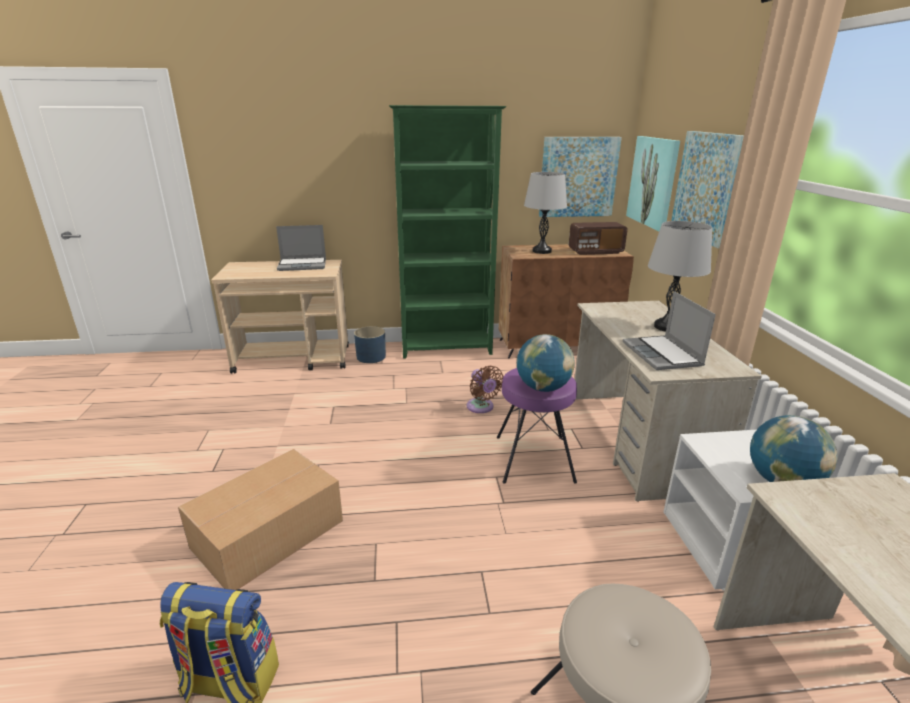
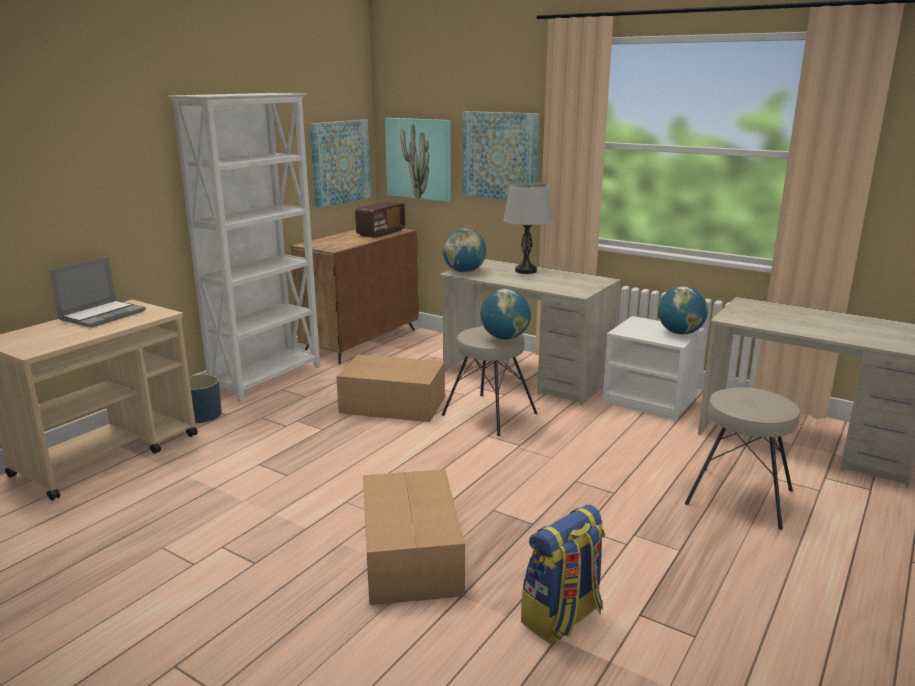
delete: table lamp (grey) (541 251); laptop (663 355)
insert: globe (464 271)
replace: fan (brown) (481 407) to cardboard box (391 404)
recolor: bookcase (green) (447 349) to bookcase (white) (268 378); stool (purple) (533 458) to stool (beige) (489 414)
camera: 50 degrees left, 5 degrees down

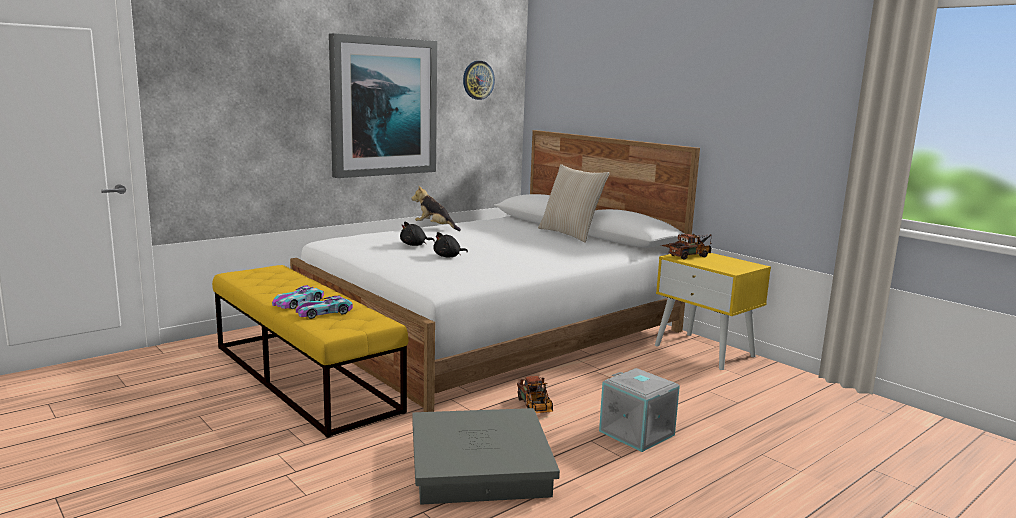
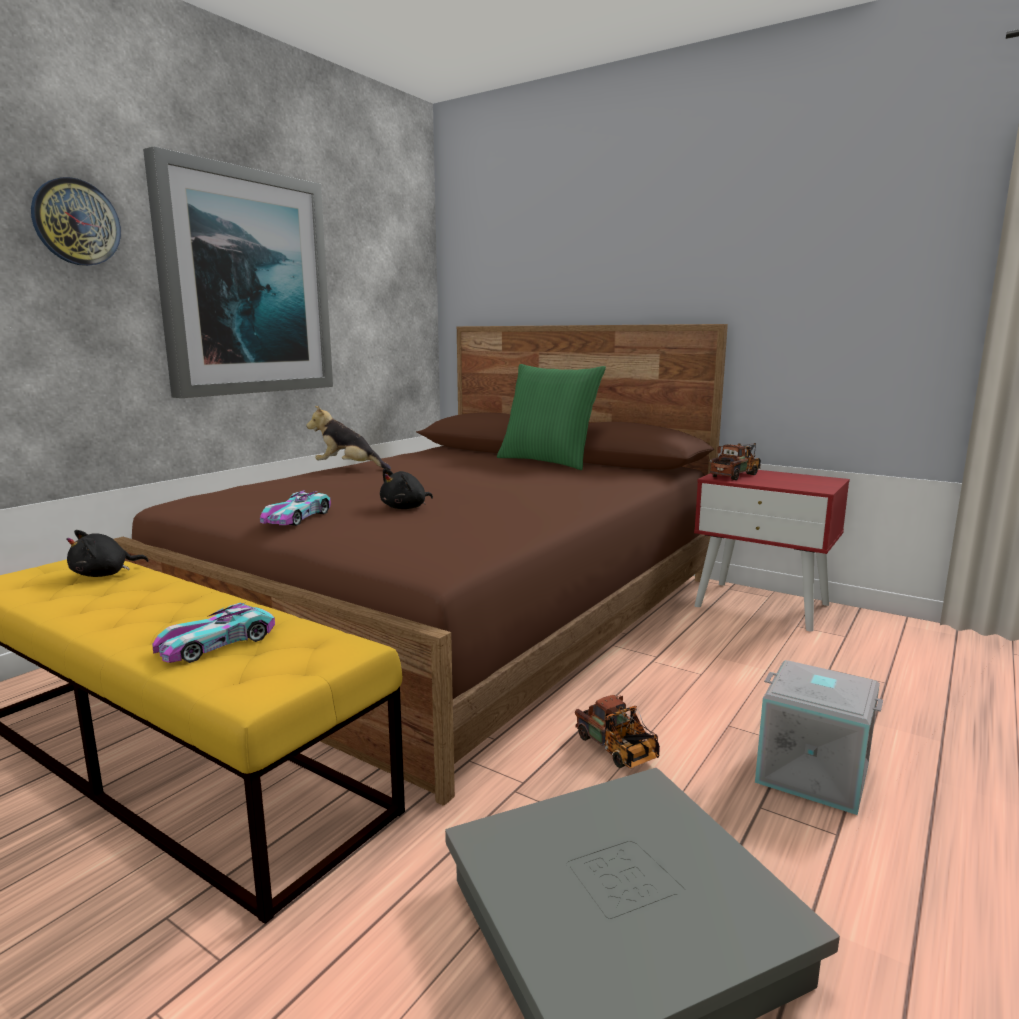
move: wall clock (478 80) to (76 222); plush toy (black) (415 245) to (104 574); toy car (298 303) to (297 517)
recolor: bed (white) (493 330) to bed (brown) (460 614); pillow (beige) (570 234) to pillow (green) (548 462); nightstand (yellow) (705 351) to nightstand (red) (763 605)
camera: 15 degrees left, 0 degrees up

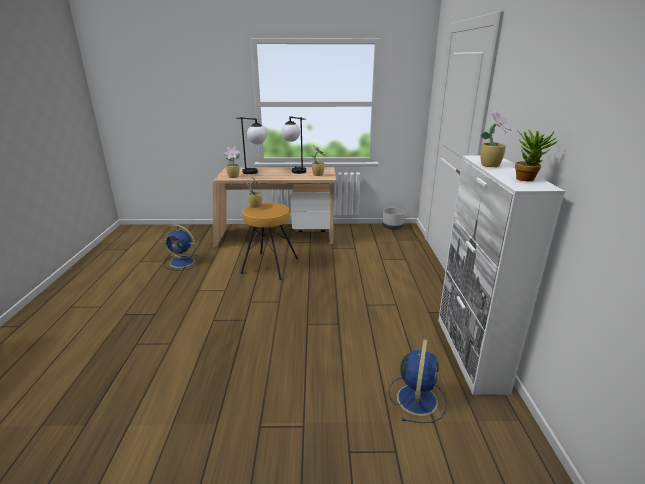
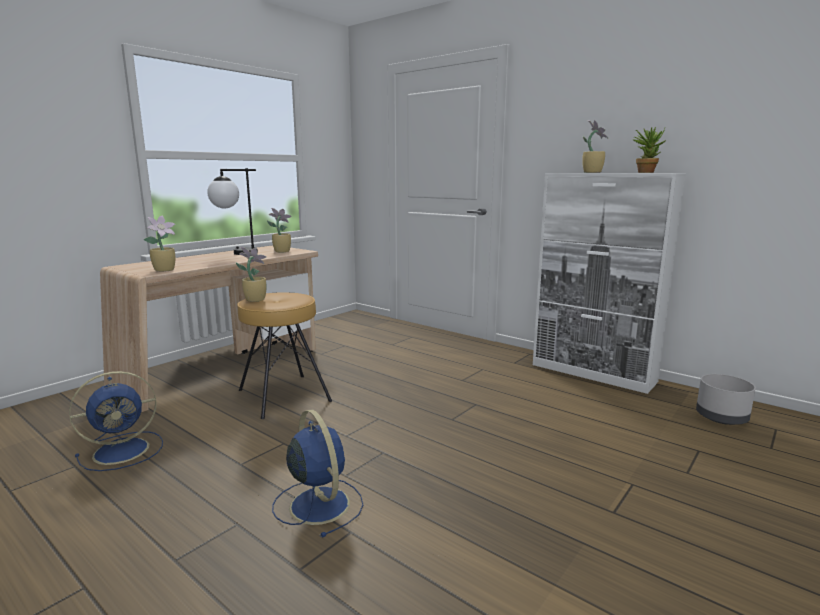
delete: table lamp (255 172)
move: fan (blue) (417 398) to (318 503); planter (grey) (392 227) to (722 417)
camera: 50 degrees left, 10 degrees down

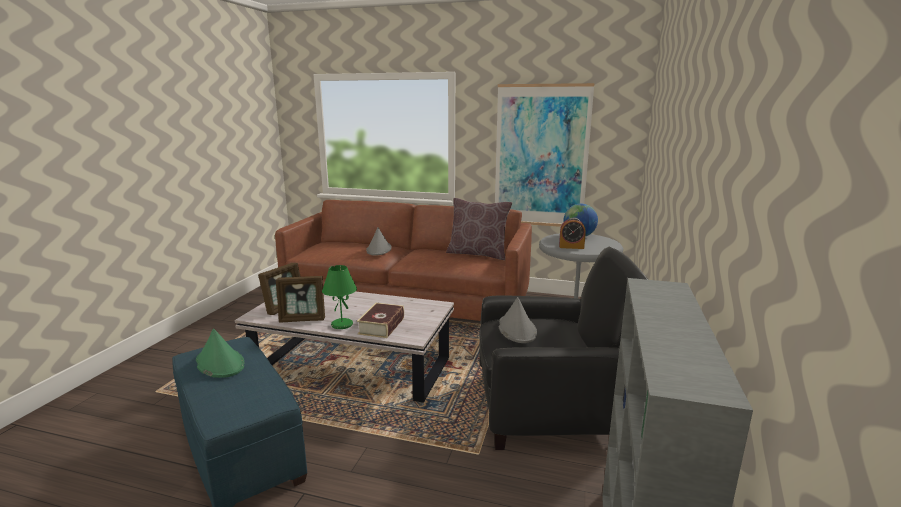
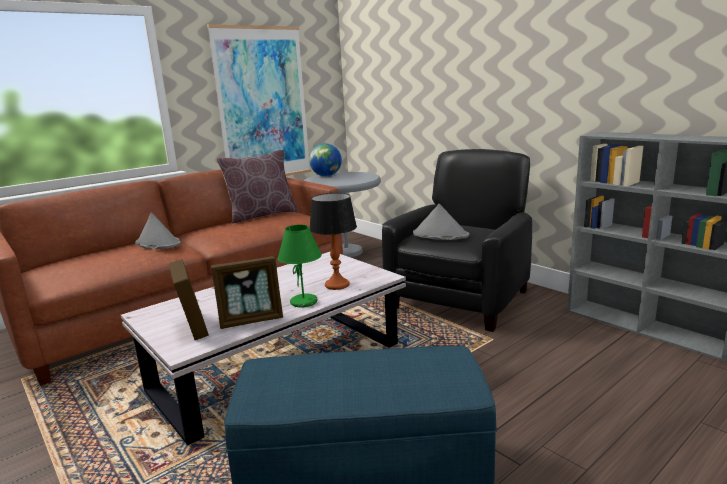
delete: hat (green) (219 363); alarm clock (571 247)
replace: book (381 326) to table lamp (337 285)
rotate: picture frame (303 319) = (251 320) 45 degrees clockwise
camera: 55 degrees left, 0 degrees up

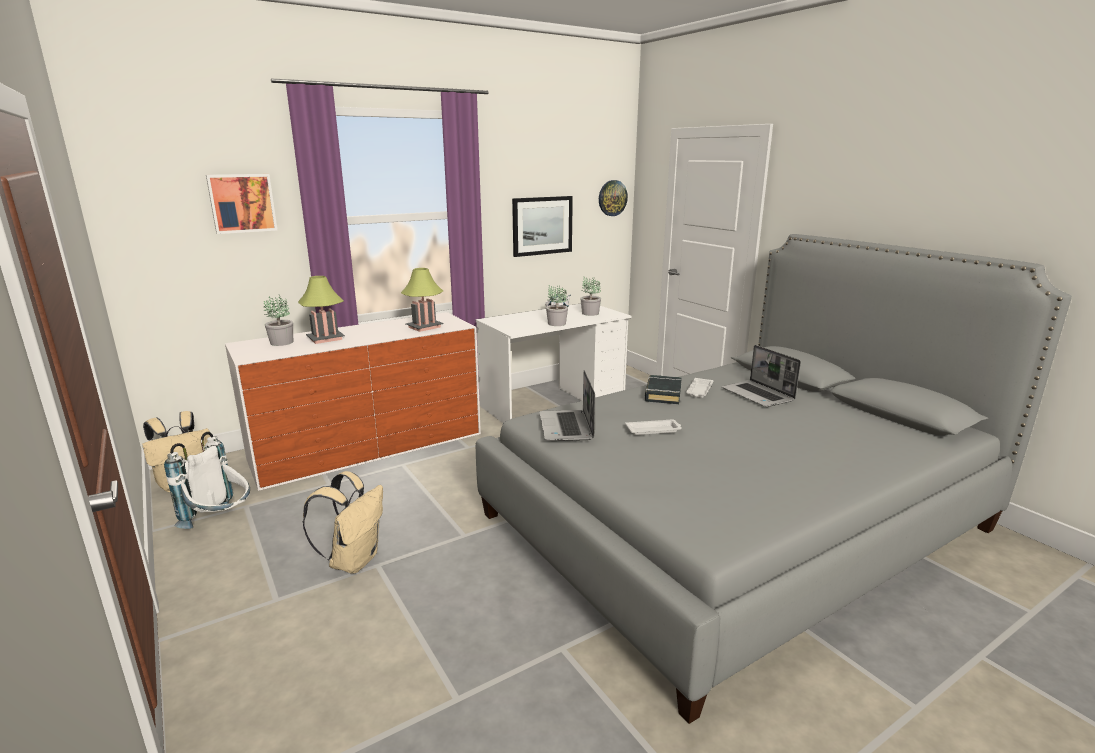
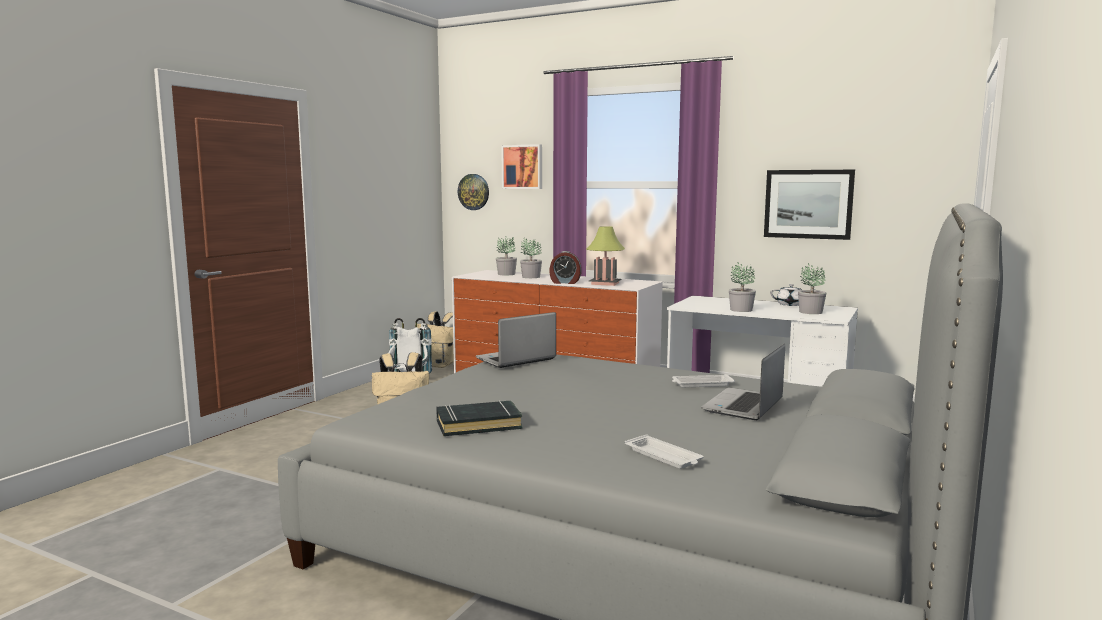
insert: alarm clock (565 282)
move: book (black) (663 393) to (478 424); wall clock (612 198) to (473 192); tray (white) (654 430) to (664 457)
replace: table lamp (325 339) to potted plant (530 277)
camera: 60 degrees right, 10 degrees down

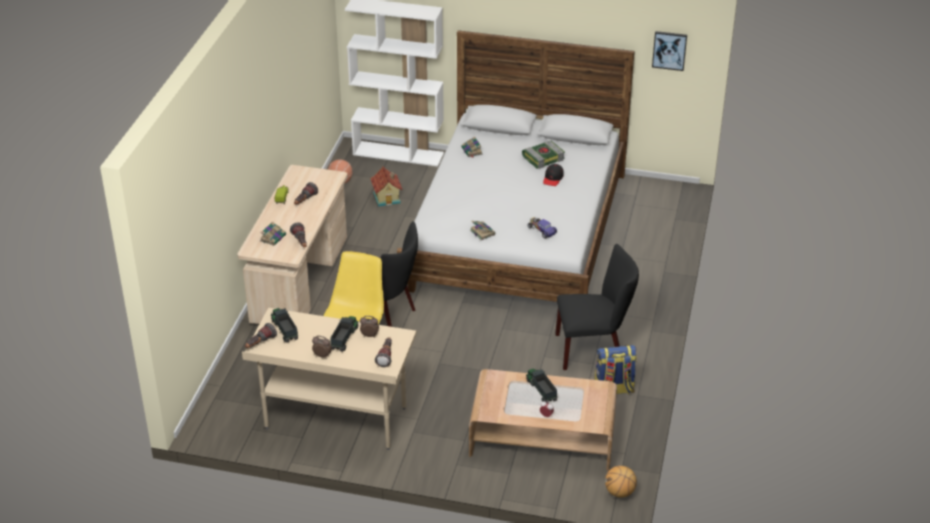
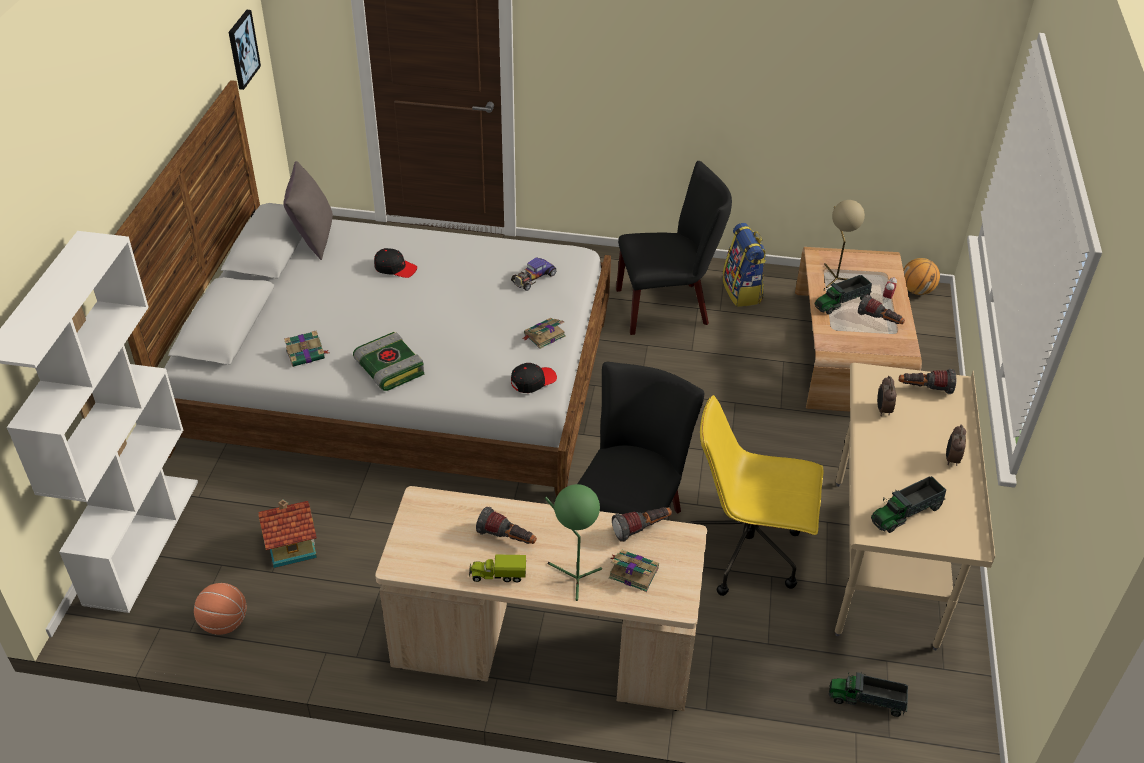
insert: pillow (grey) (313 239); cap (black) (533 381); table lamp (green) (573 577); table lamp (beige) (834 277)
move: book (543 158) to (388 368); toy truck (344 338) to (867 701); flashlight (260 343) to (880 320)
rotate: chair (black) (594 349) = (668 307) 90 degrees clockwise
camera: 95 degrees left, 5 degrees up

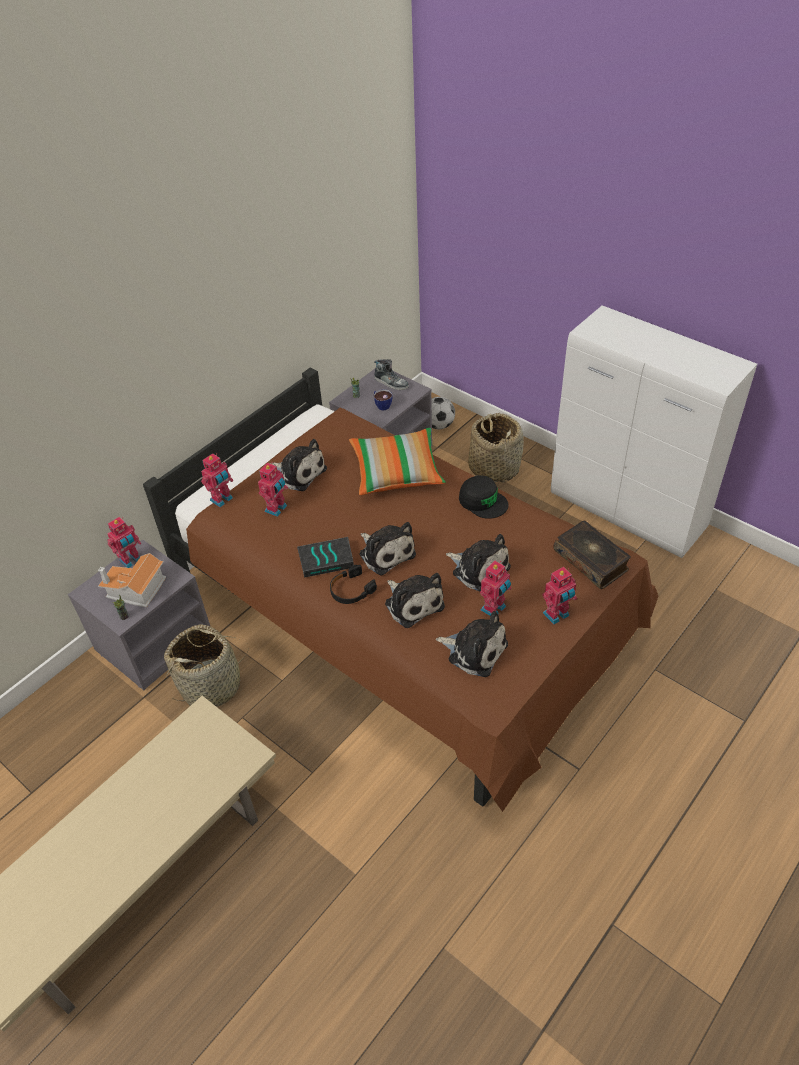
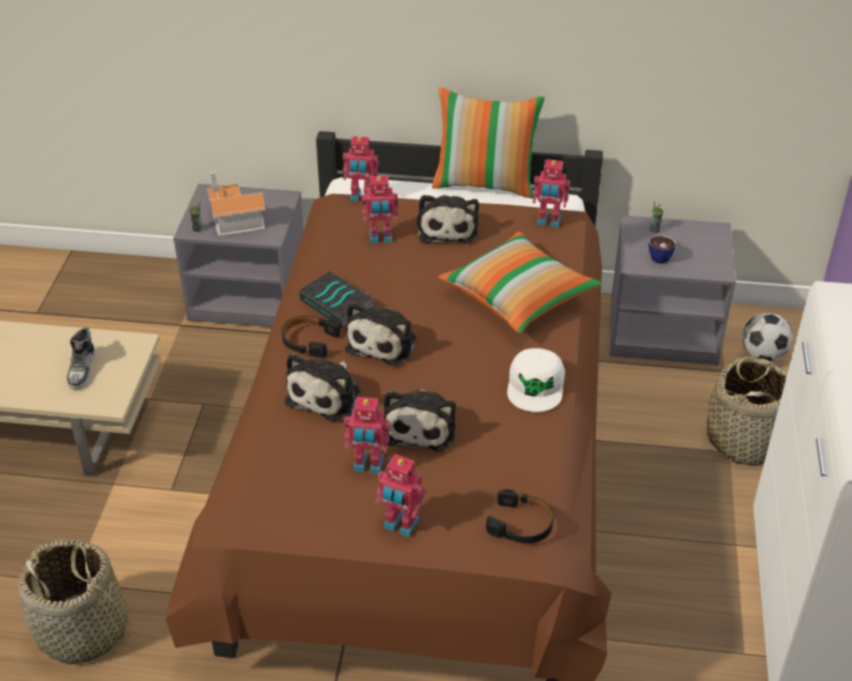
delete: plush toy (474 650)
insert: pillow (485 184)
move: basket (212 685) to (83 631); shoe (391 383) to (82 369); toy robot (131 561) to (548 221)
replace: book (591 560) to headphones (black) (521 524)
recolor: cap (black) (483 501) to cap (white) (536 386)
camera: 55 degrees right, 5 degrees down

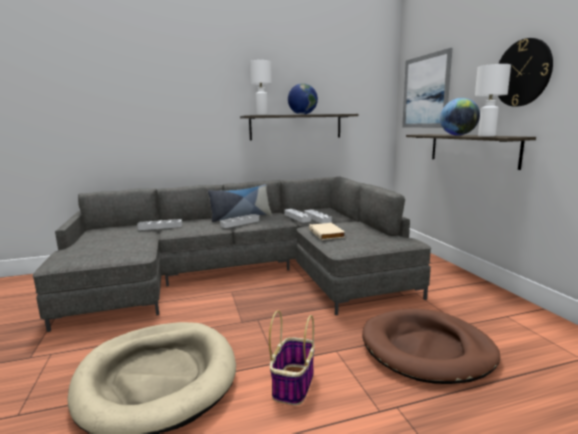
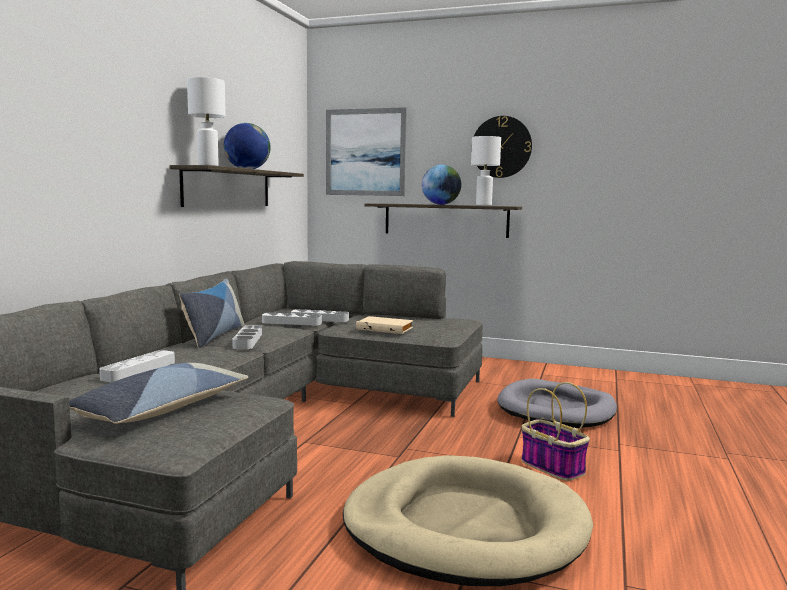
insert: pillow (161 408)
recolor: dog bed (brown) (427 349) to dog bed (grey) (556 409)
camera: 55 degrees left, 5 degrees down

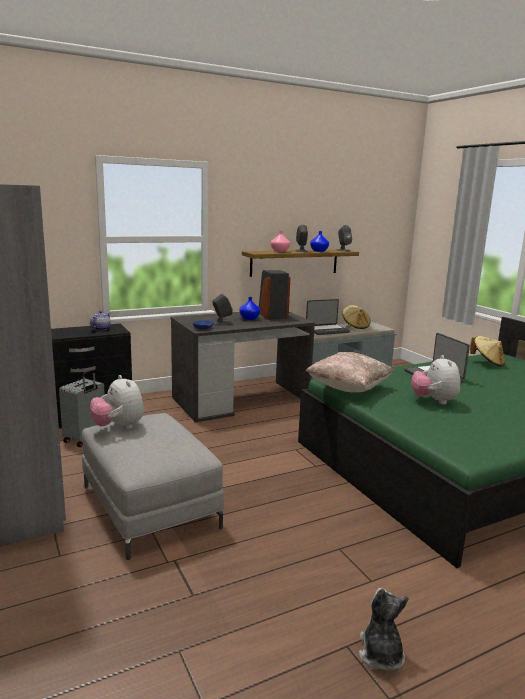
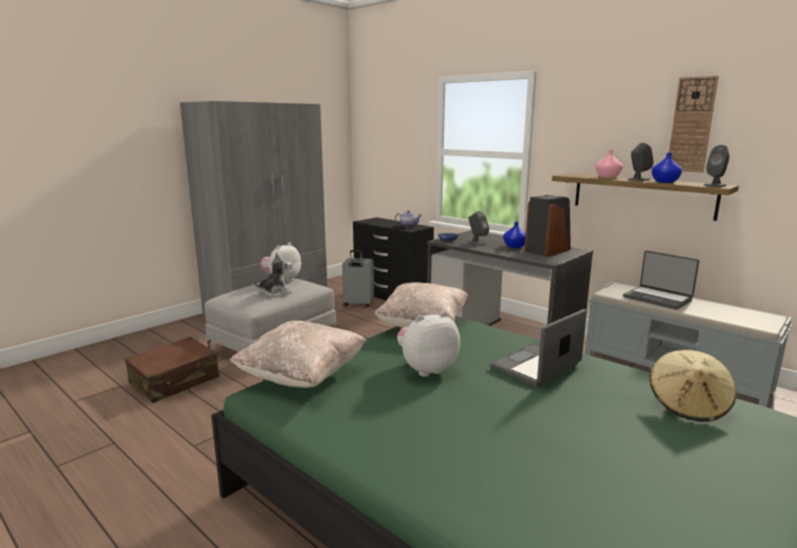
delete: hat (beige) (355 326)
insert: suitcase (brown) (175 381); pillow (beige) (302 376); wall clock (691 125)
move: plush toy (380 654) to (275 292)
camera: 70 degrees right, 0 degrees up

